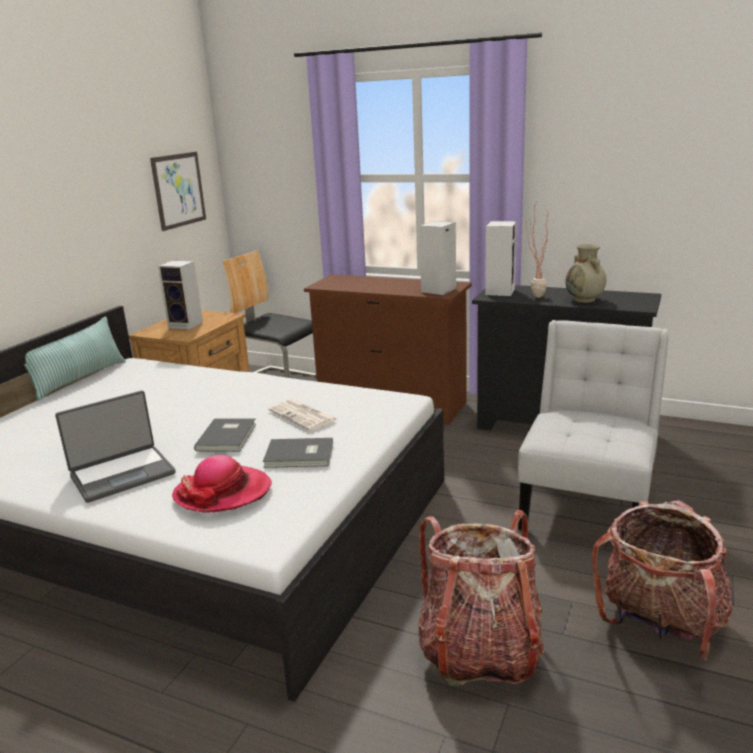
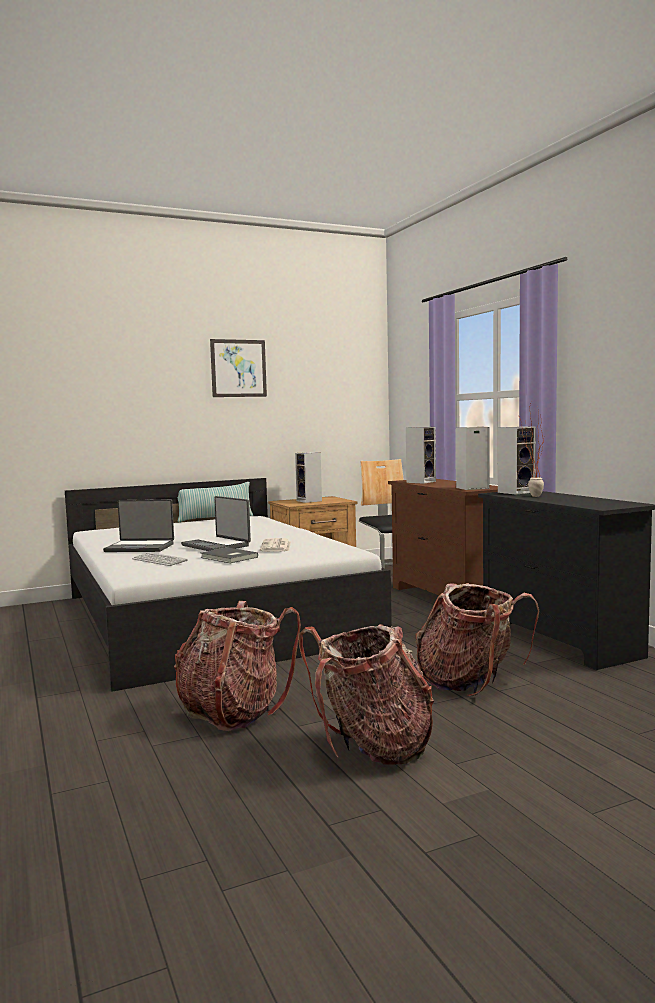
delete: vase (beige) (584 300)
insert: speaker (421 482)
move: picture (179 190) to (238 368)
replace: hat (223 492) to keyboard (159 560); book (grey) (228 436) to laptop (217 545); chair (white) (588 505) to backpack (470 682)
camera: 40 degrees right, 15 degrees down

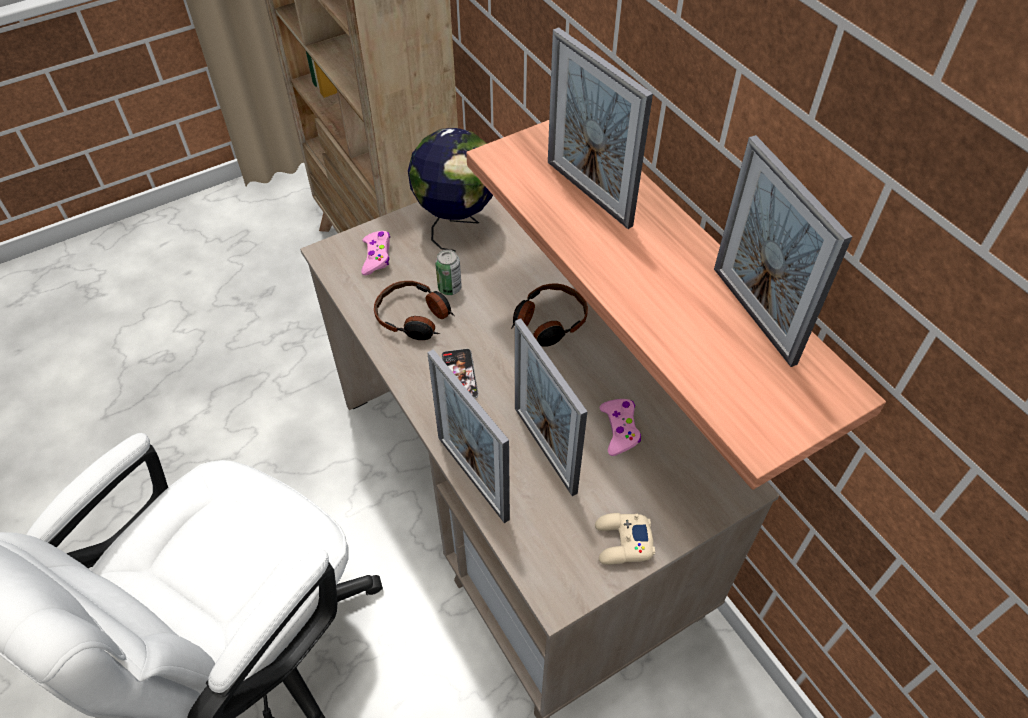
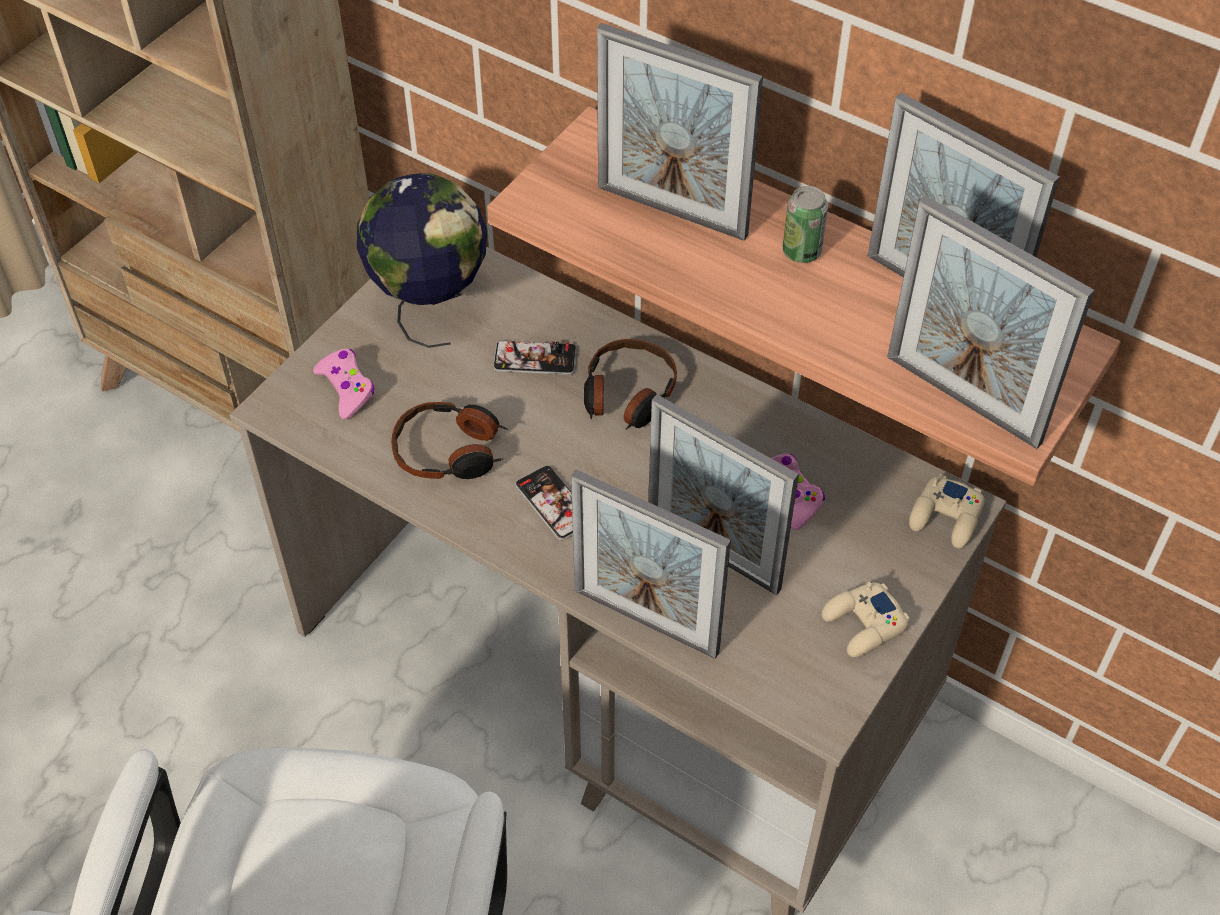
insert: phone (535 359); picture frame (962 399); game controller (beige) (946 517)
move: can (449 288) to (801 251)
camera: 25 degrees left, 0 degrees up

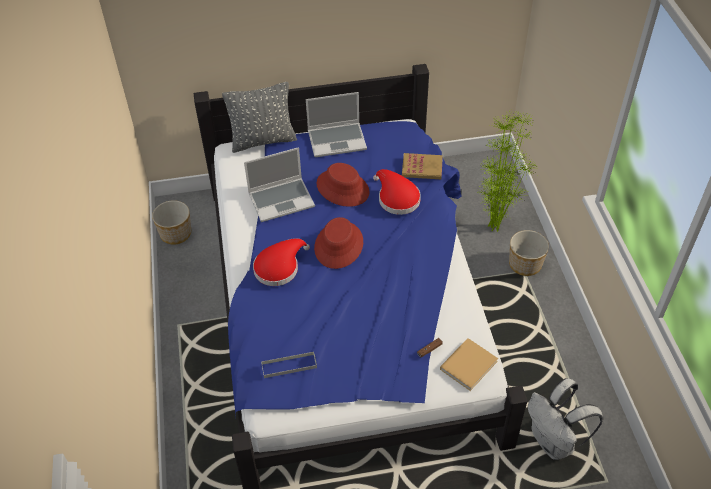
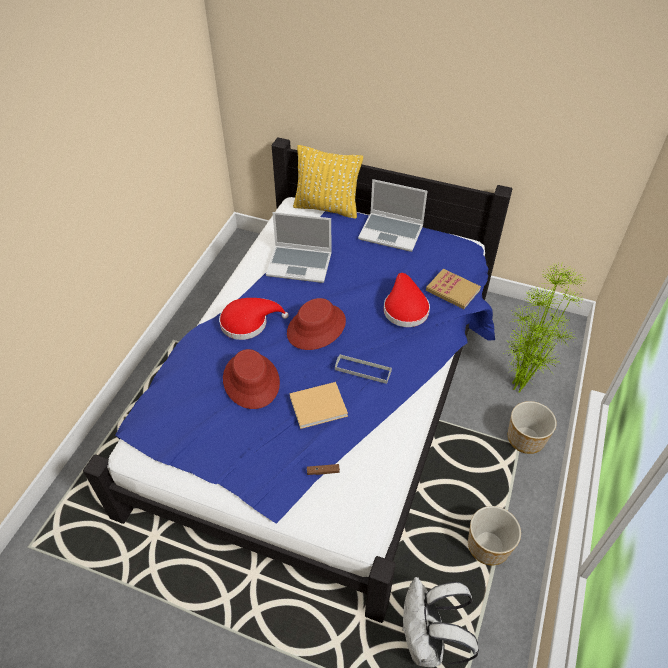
move: hat (red) (343 188) to (251 380); book (beige) (469 364) to (320 406); tray (grey) (289 366) to (363 370); planter (176 233) to (488 545)
recolor: pillow (grey) (263 141) to pillow (yellow) (327 208)
camera: 30 degrees right, 0 degrees up

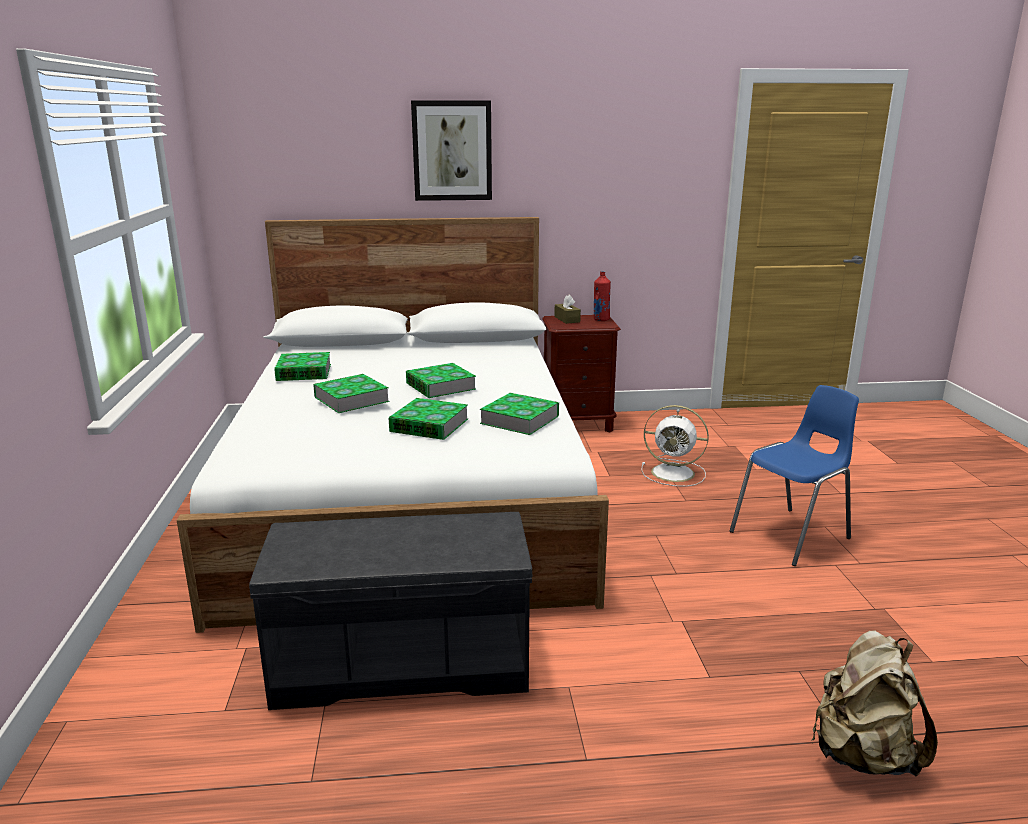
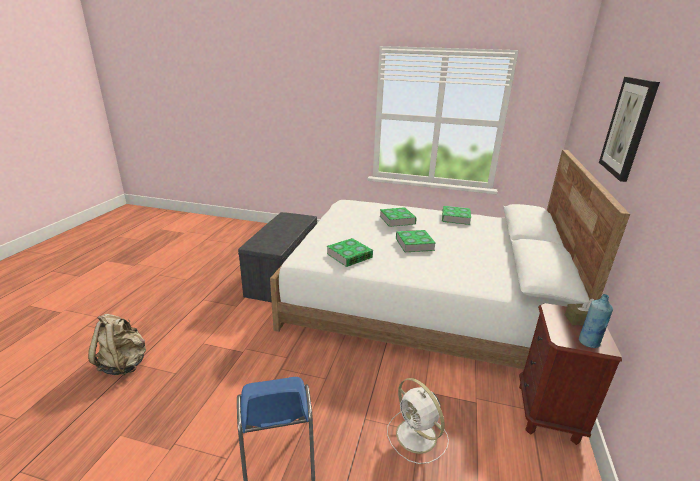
delete: book (429 425)
recolor: bottle (red) (601 319) to bottle (blue) (588 342)
rotate: fan (white) (675 473) = (417 437) 75 degrees counterclockwise
camera: 110 degrees right, 5 degrees up

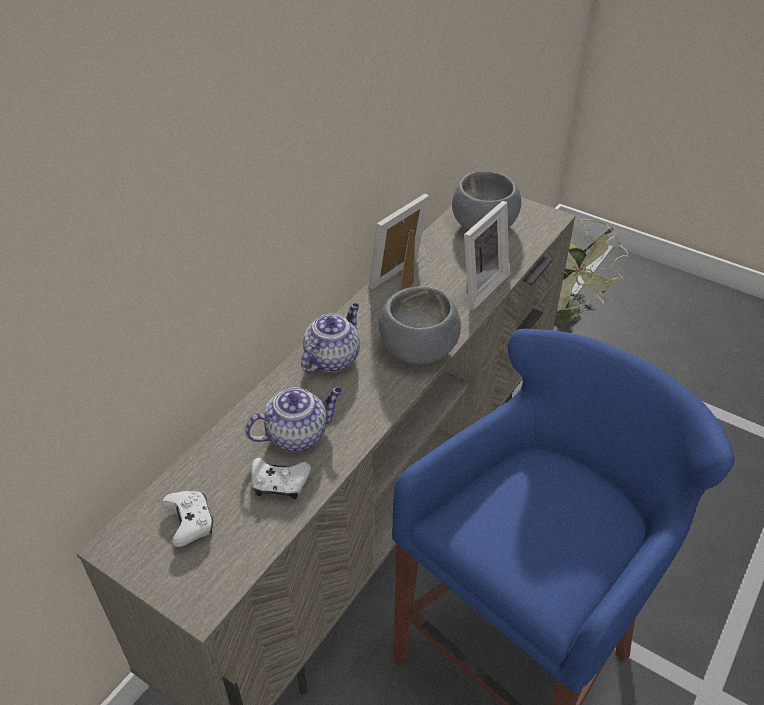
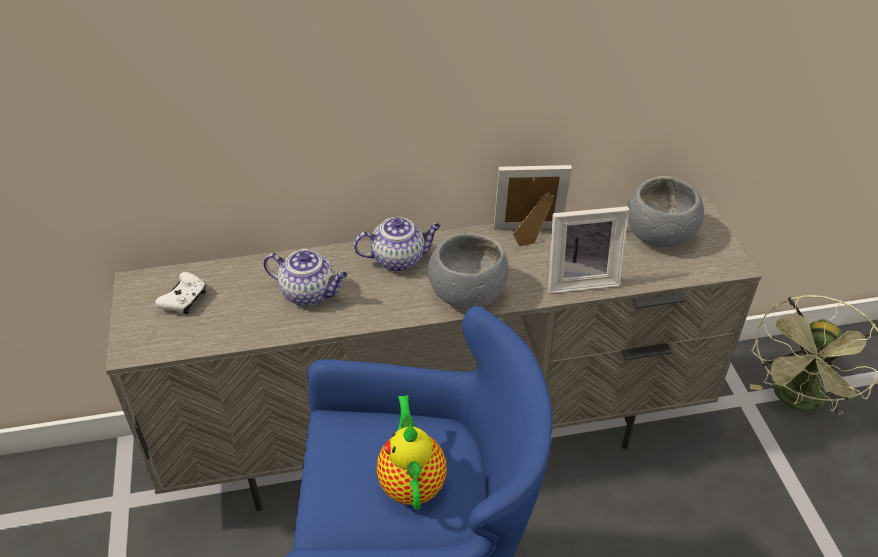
delete: game controller (white) (279 484)
insert: teapot (411 481)
camera: 45 degrees right, 0 degrees up

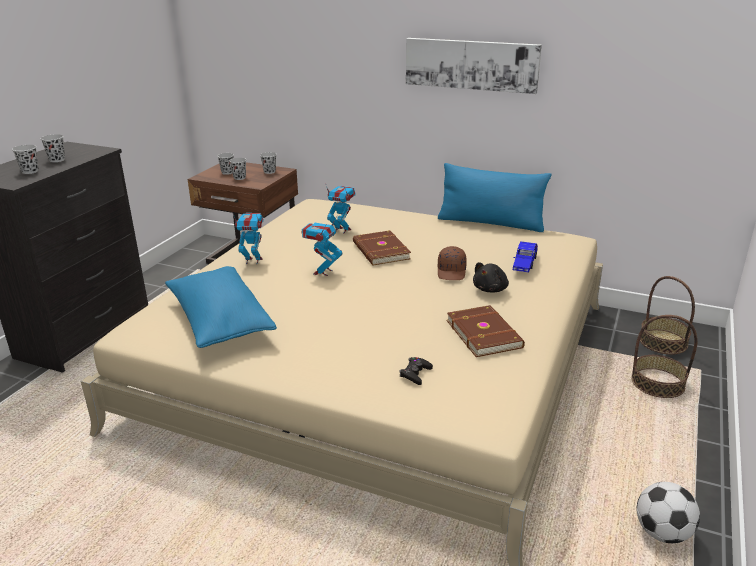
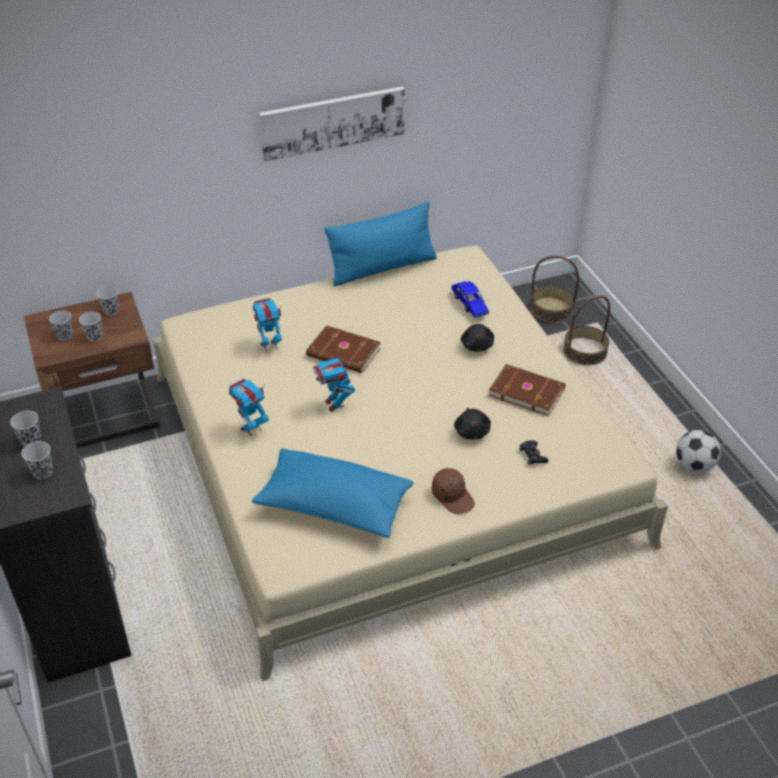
insert: plush toy (black) (472 431)
move: cap (brown) (452 272) to (453 496)
camera: 45 degrees left, 15 degrees up

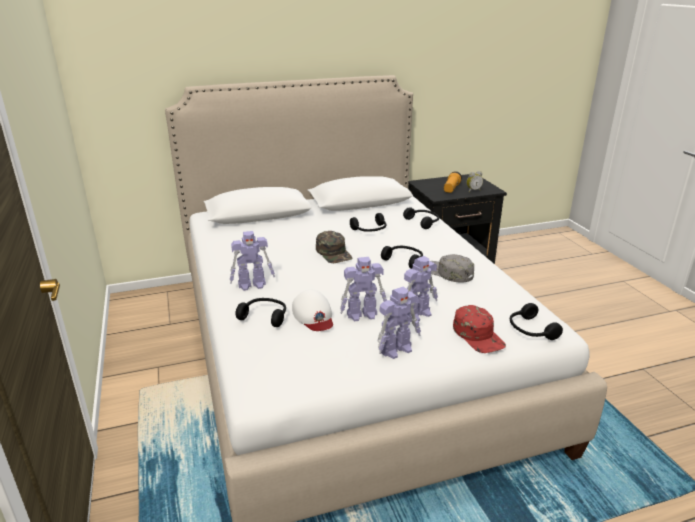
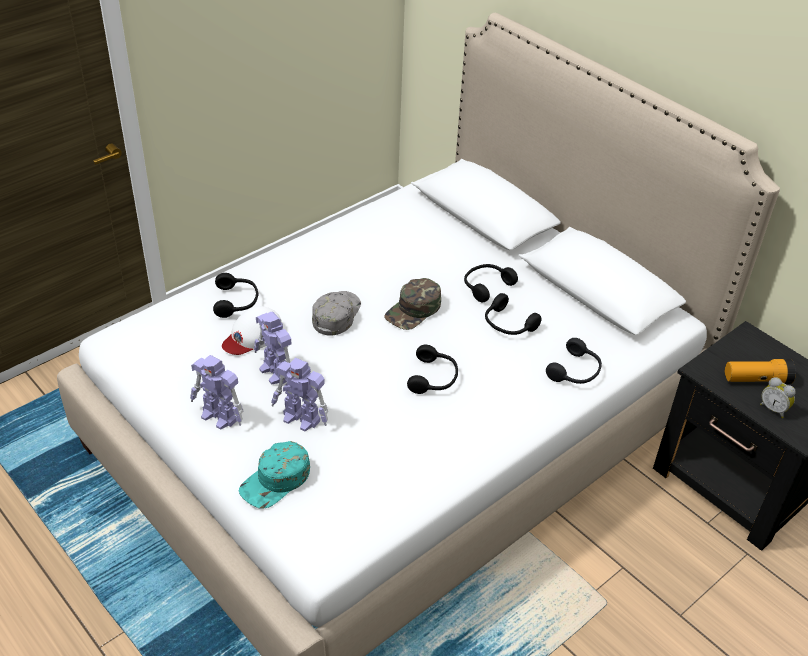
delete: toy robot (253 285)
move: cap (grey) (448 273) to (336 314); headphones (black) (530 330) to (486 286)
recolor: cap (red) (478 335) to cap (turquoise) (276 481)
camera: 65 degrees right, 15 degrees up

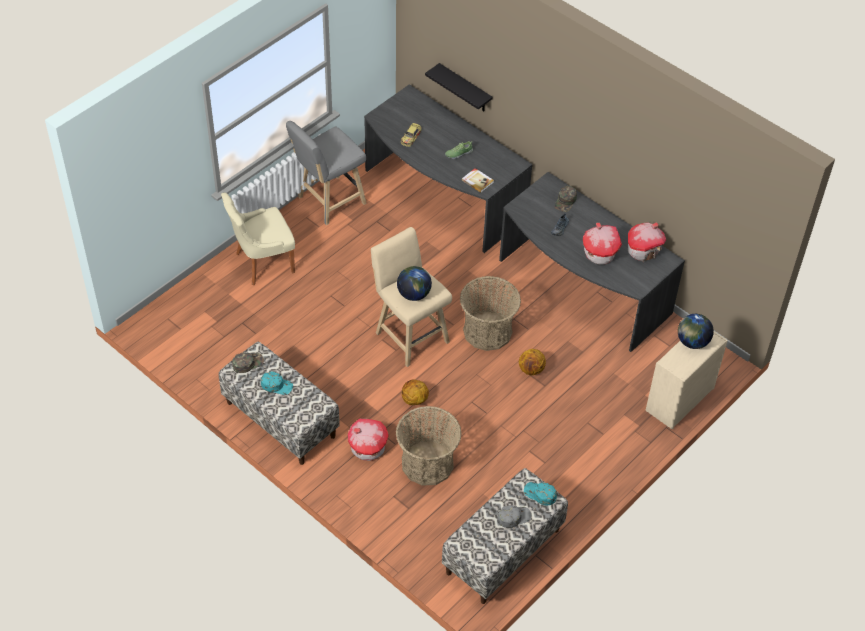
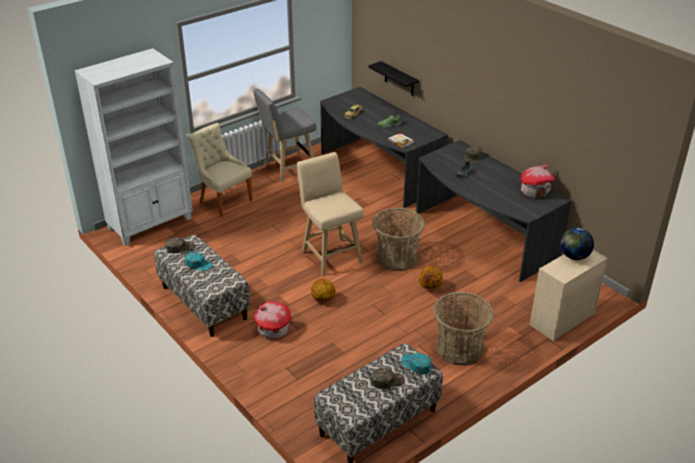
delete: globe (414 294); toy house (599 253)
insert: bookcase (white) (151 223)
move: basket (427 463) to (459 348)
recolor: cap (grey) (513 517) to cap (green) (387 380)
rotate: chair (beige) (262 263) = (224 201) 60 degrees clockwise
camera: 10 degrees right, 15 degrees down

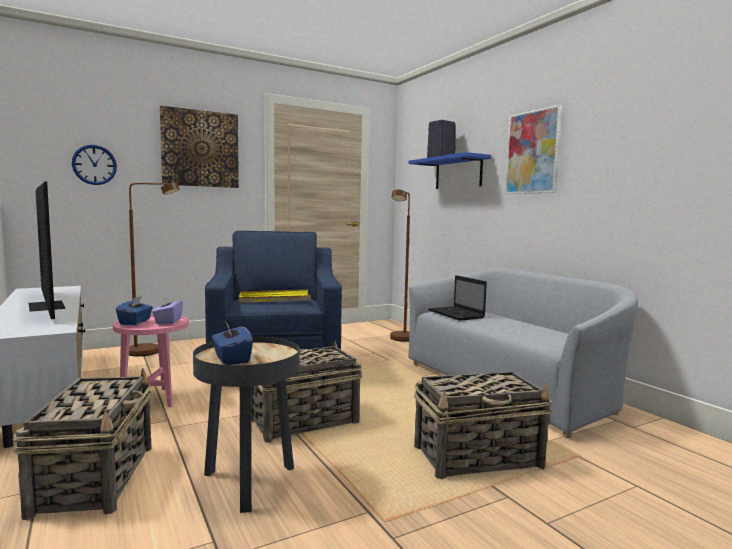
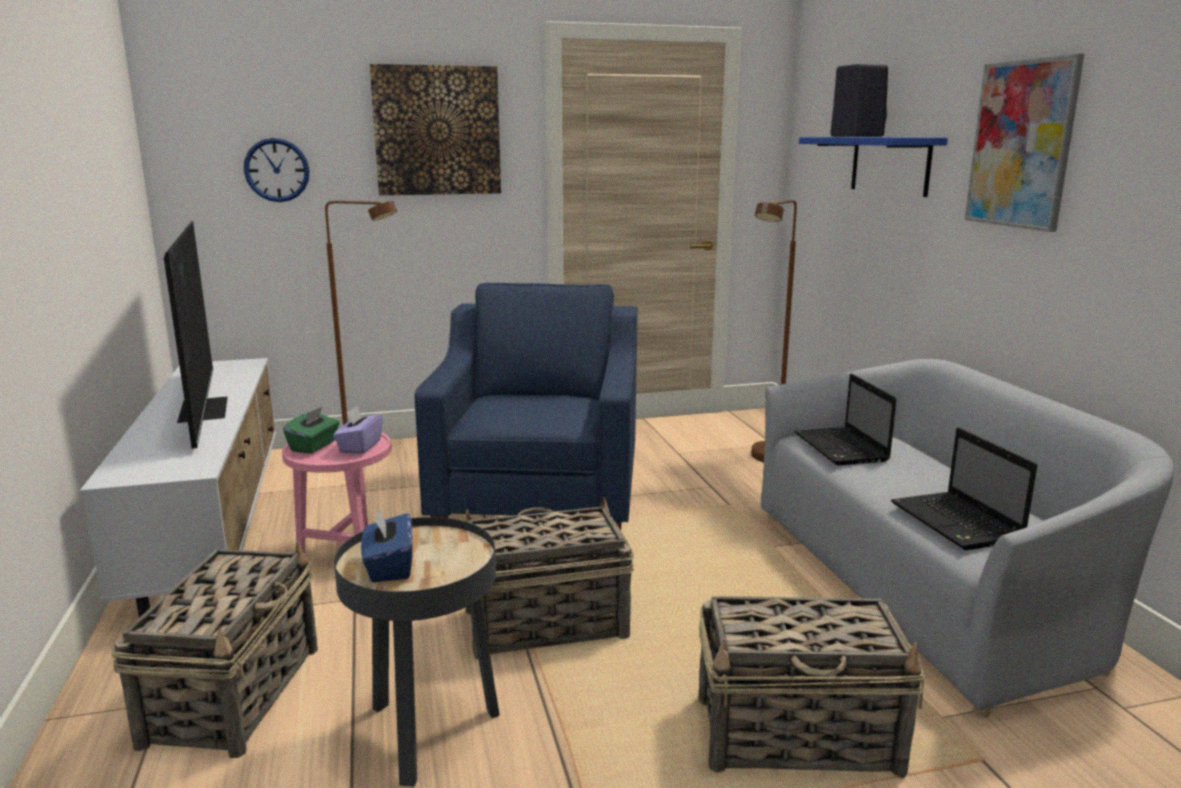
delete: tray (yellow) (274 299)
insert: laptop (958 523)
recolor: tissue box (blue) (135 322) to tissue box (green) (314 446)
camera: 15 degrees right, 10 degrees up

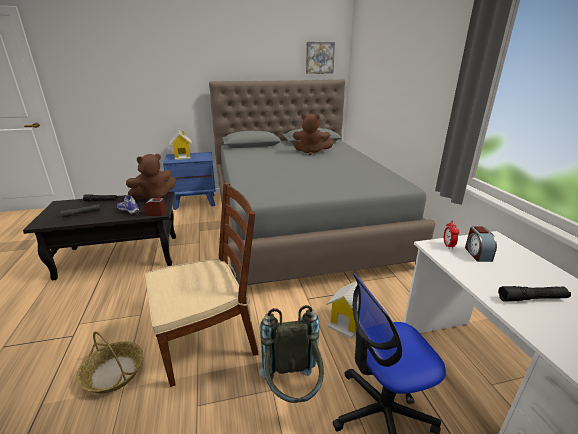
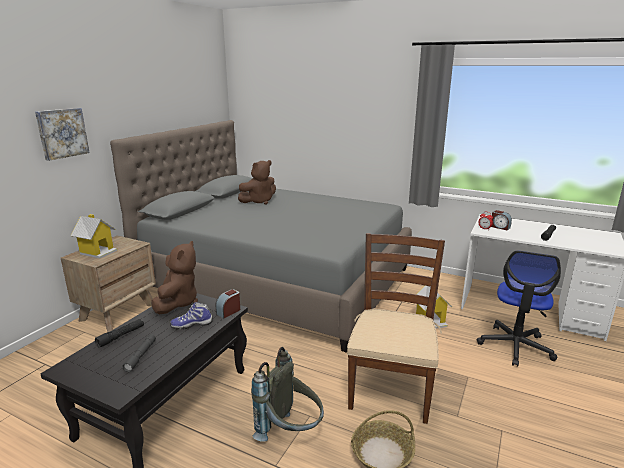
move: picture (319 58) to (62 133); backpack (grey) (293 390) to (290 433)
recolor: nightstand (blue) (194 202) to nightstand (brown) (118 312)
camera: 50 degrees left, 5 degrees down

